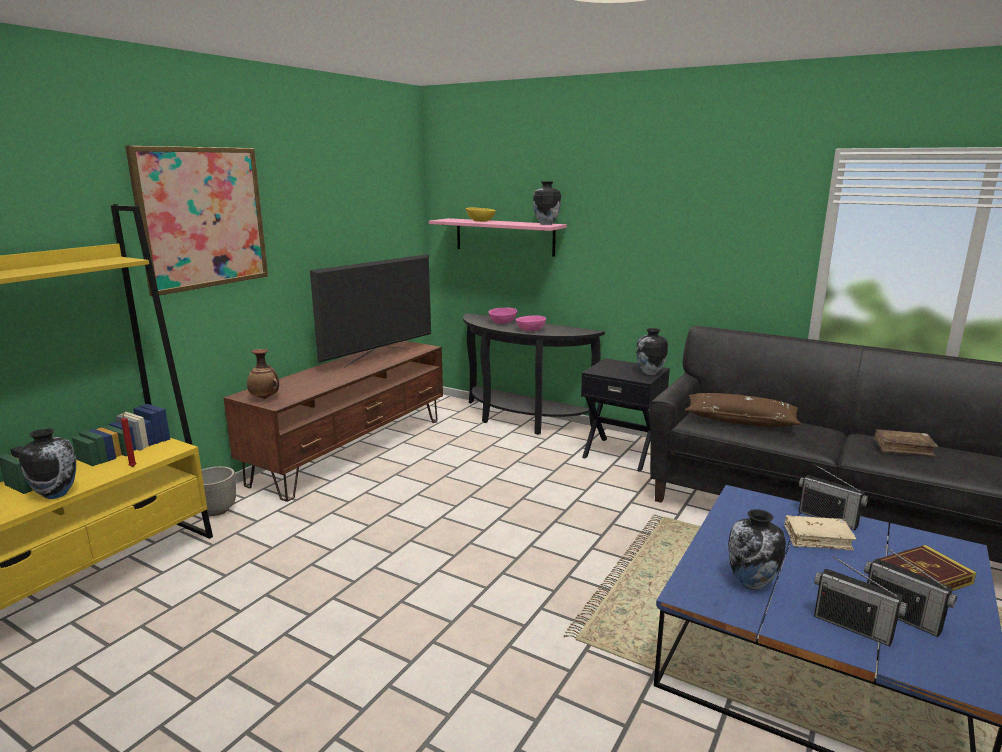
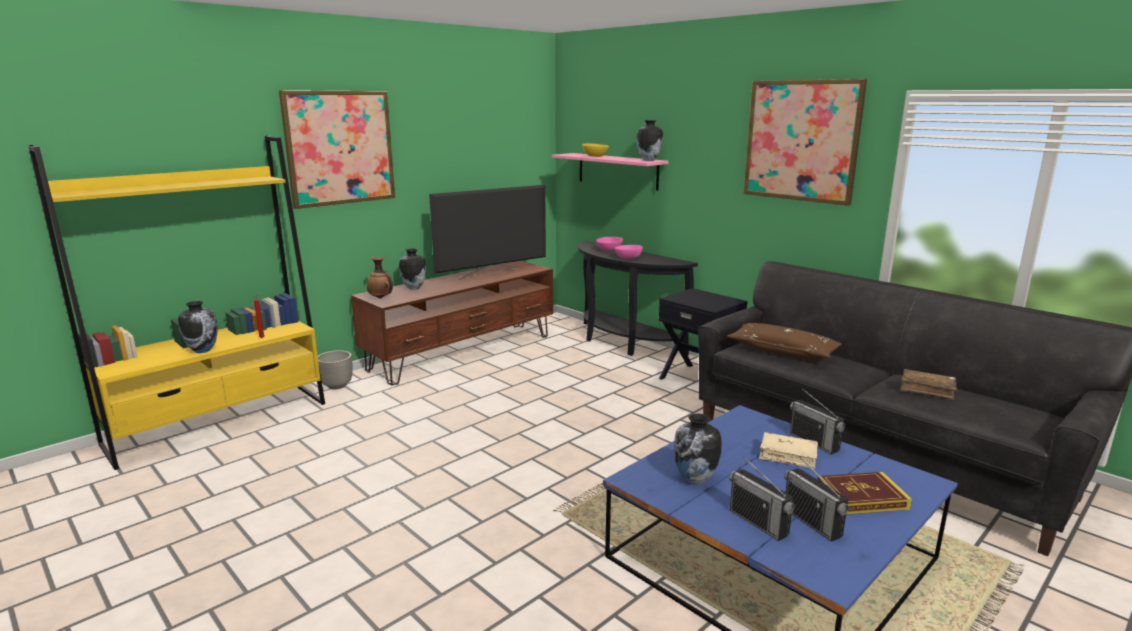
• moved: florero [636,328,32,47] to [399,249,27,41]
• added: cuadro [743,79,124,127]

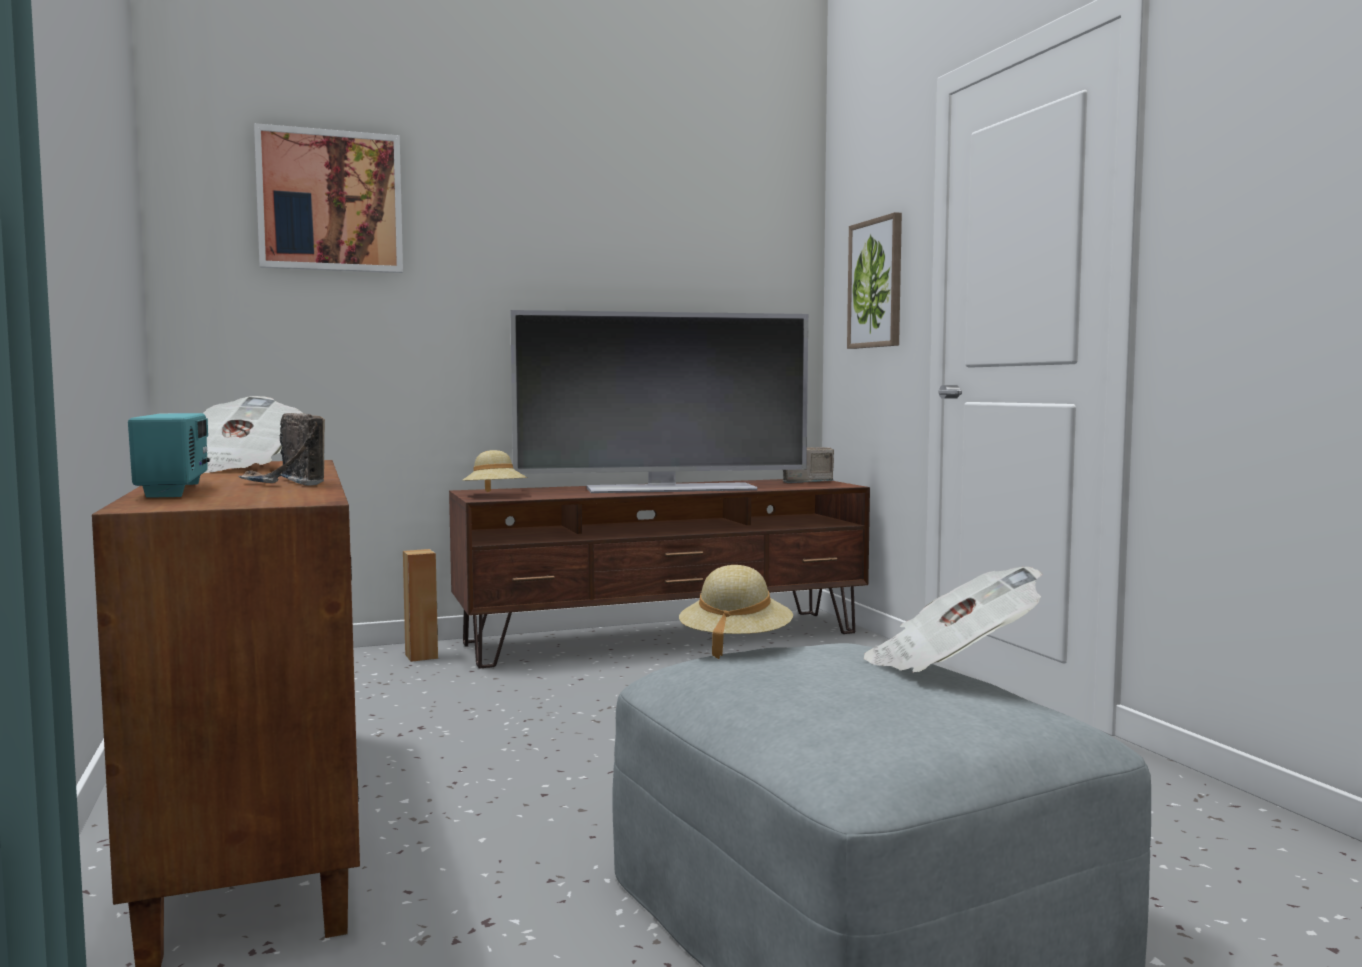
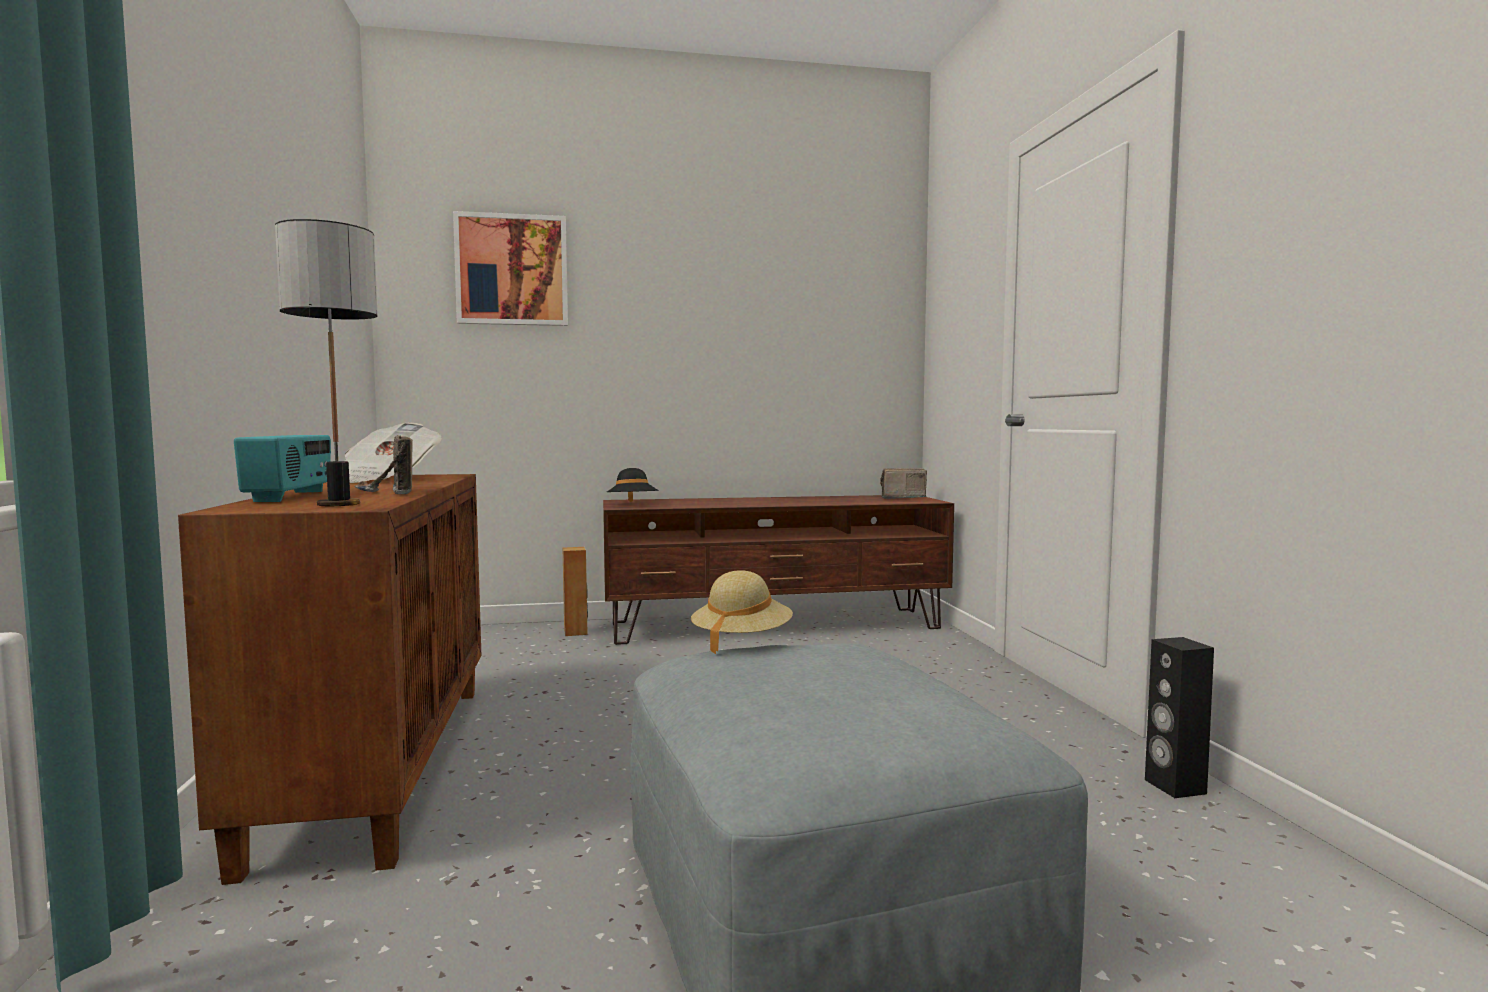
• recoloured: sombrero/beis [462,450,65,42] to sombrero/negro [607,468,52,34]
• removed: televisor [510,310,298,183]
• removed: cuadro [847,212,55,137]
• removed: periódico [864,567,179,106]
• added: lámpara de mesa [275,219,103,287]
• added: altavoz/negro [1145,637,69,161]

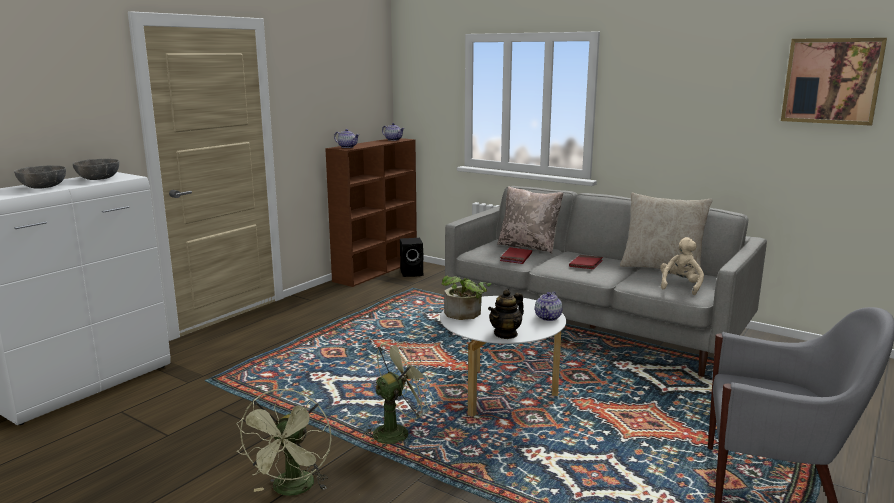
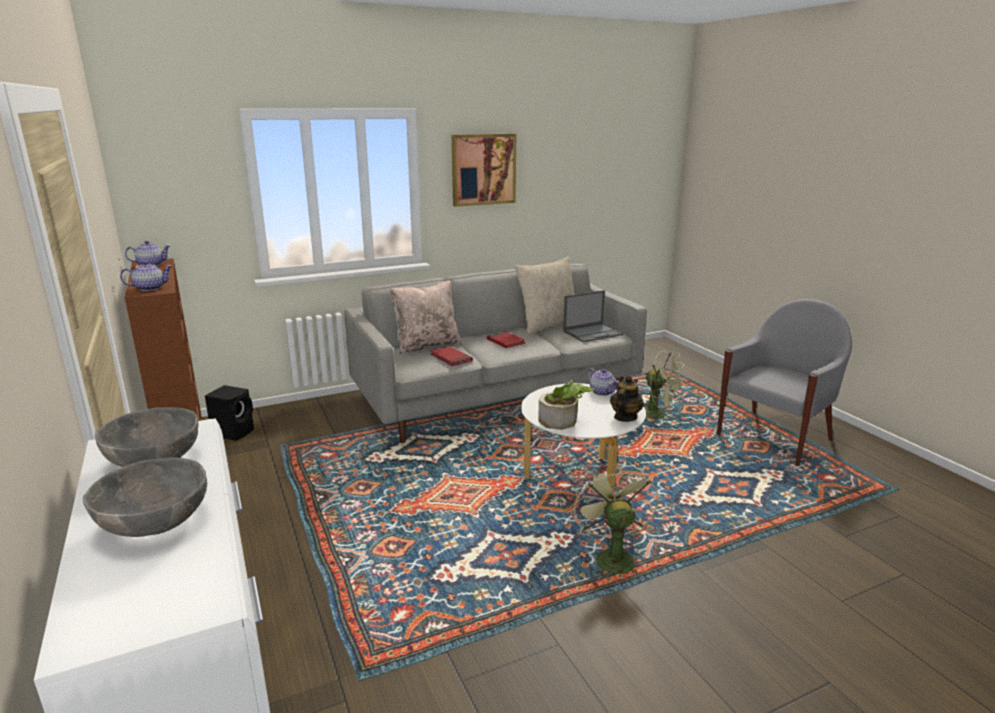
• moved: ventilador/verde [236,388,95,108] to [644,350,40,69]
• turned: tetera [488,289,36,50] = [610,375,34,47] 135 degrees counterclockwise
• replaced: peluche/beis [660,237,44,58] to portátil [563,290,60,52]
• moved: cuadro [781,38,106,88] to [452,133,64,74]

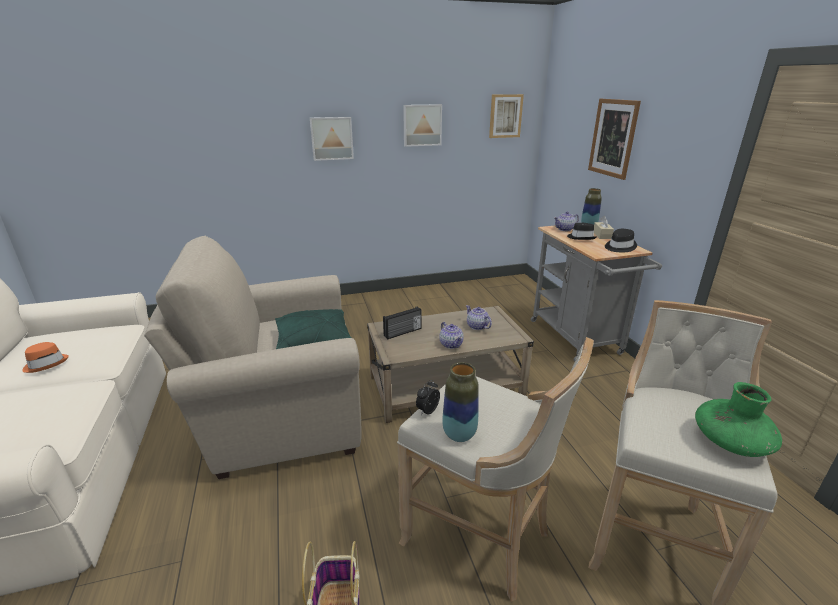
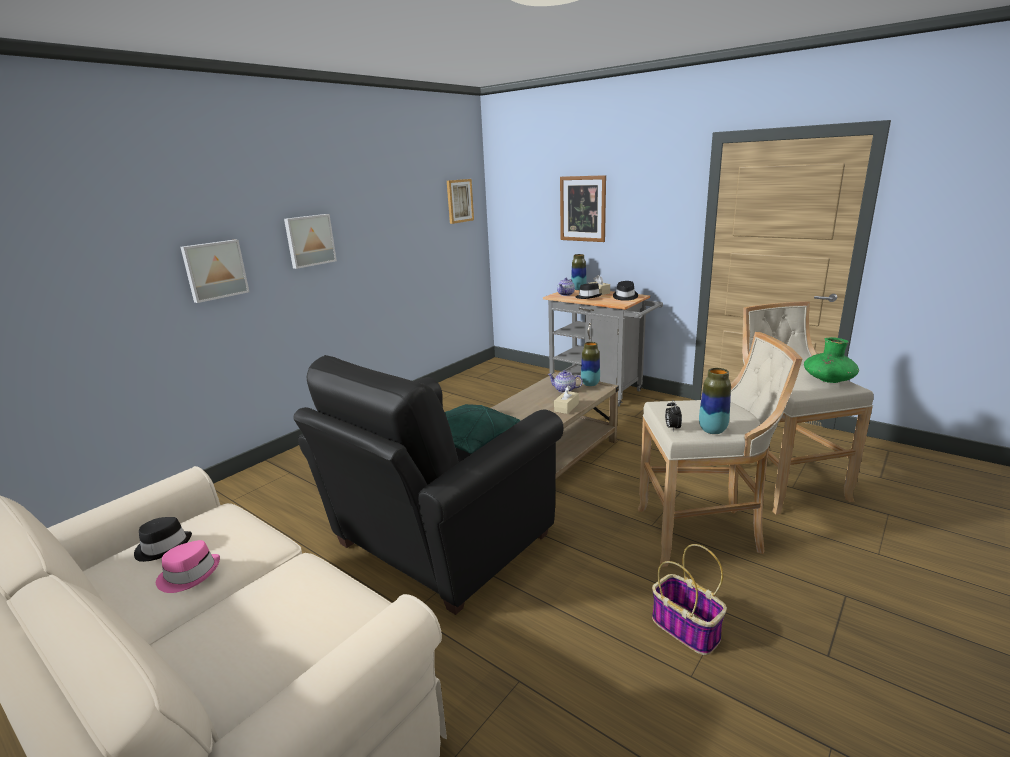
• recoloured: sombrero/naranja [23,342,46,31] to sombrero/rosa [156,540,64,53]
• recoloured: sillón/beis [144,235,217,244] to sillón/negro [293,355,270,260]
• removed: radio [383,307,39,32]
• moved: cuadro [403,104,39,43] to [180,240,69,63]
• replaced: tetera [439,322,25,27] to caja de pañuelos/beis [554,386,25,28]
• added: sombrero/negro [134,517,58,45]
• added: florero [581,342,19,45]

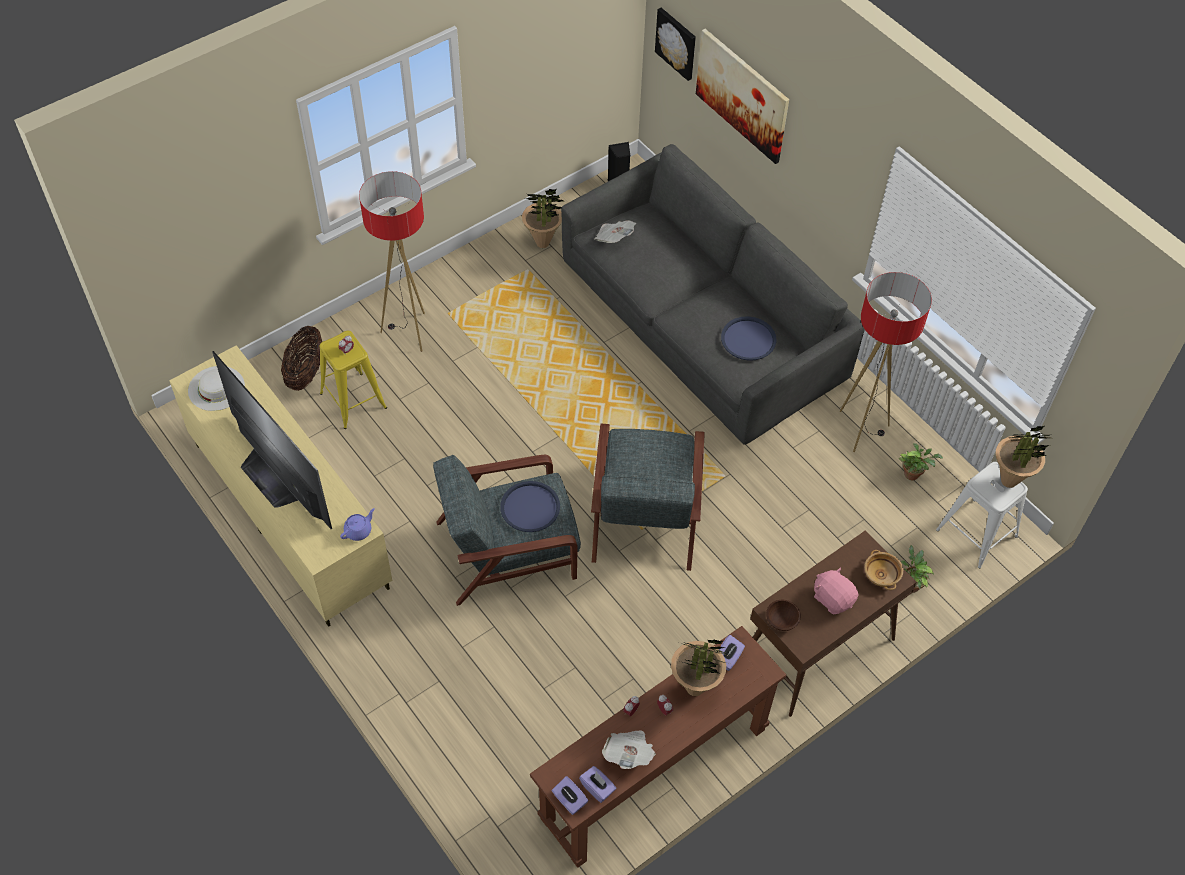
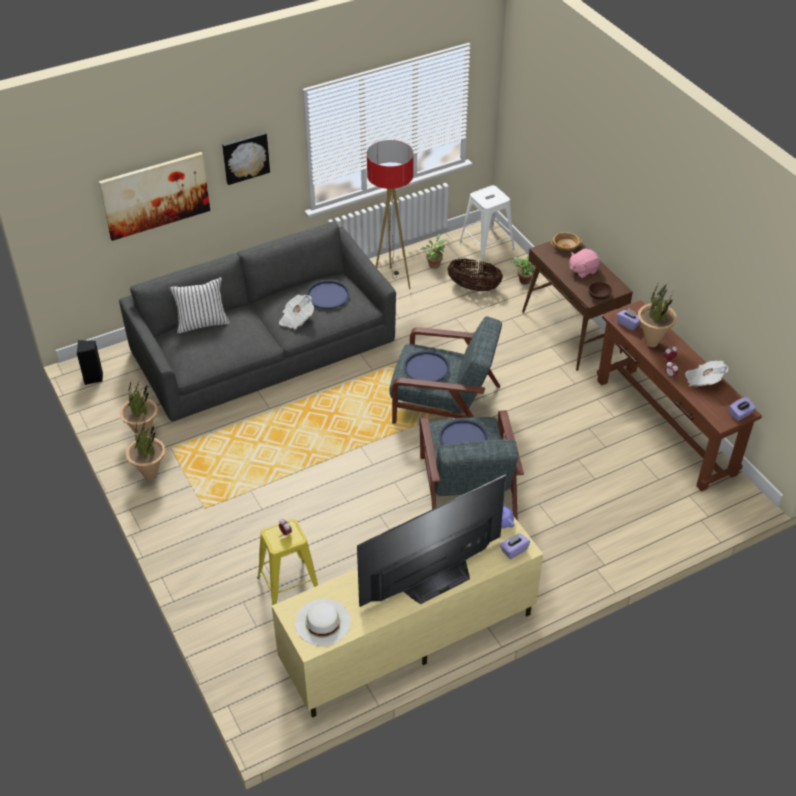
• moved: cesta [281,326,42,65] to [447,259,56,32]
• removed: lámpara de pie [359,171,66,181]
• moved: caja de pañuelos/morado [579,766,37,37] to [500,533,30,26]
• moved: periódico [594,220,42,23] to [279,295,35,34]
• moved: cuadro [655,8,41,73] to [222,132,48,53]
• moved: planta en maceta [996,426,55,62] to [126,421,39,59]
• added: cojín/blanco [169,277,61,57]
• added: bandeja/azul [404,351,46,31]

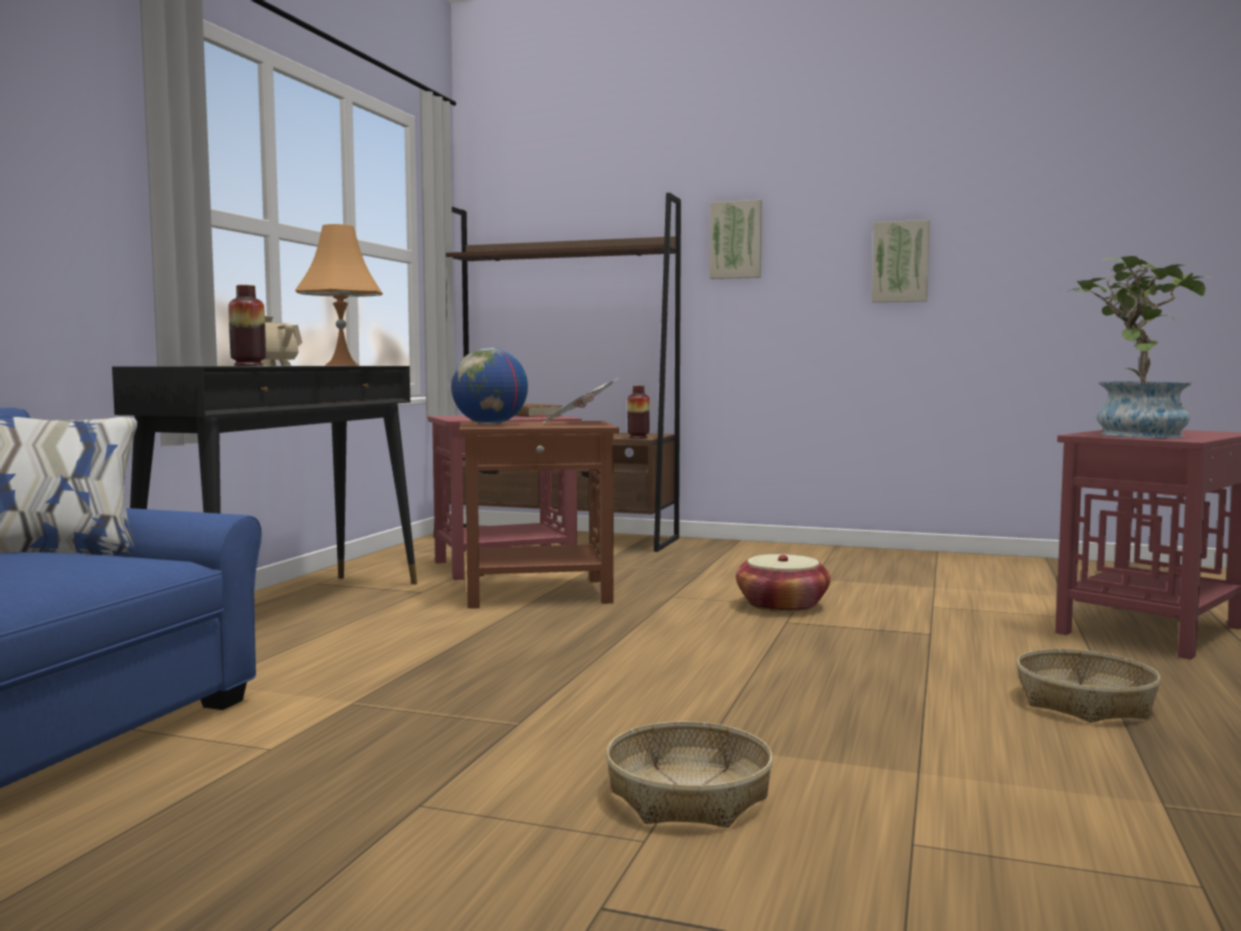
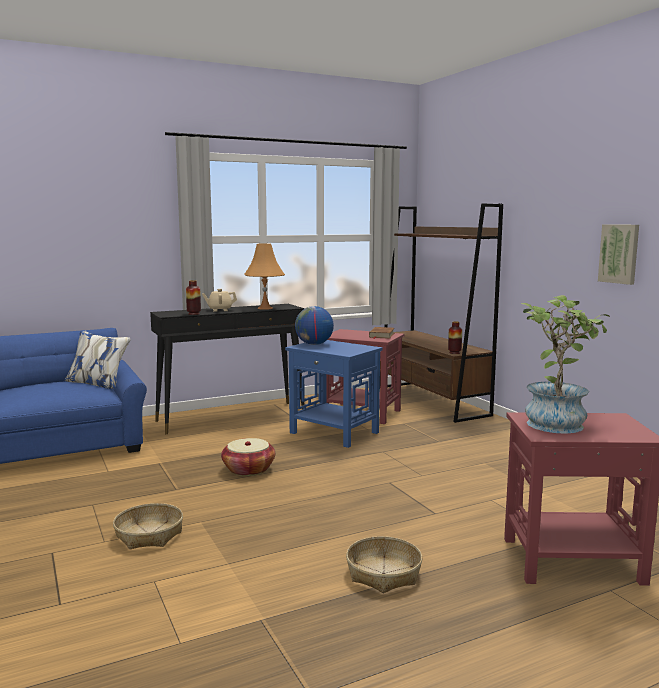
• recoloured: mesa auxiliar/marrón [459,421,160,188] to mesa auxiliar/azul [285,340,98,108]
• removed: periódico [544,378,75,45]
• removed: cuadro [710,200,52,79]
• moved: cesta [736,554,94,59] to [221,438,54,38]

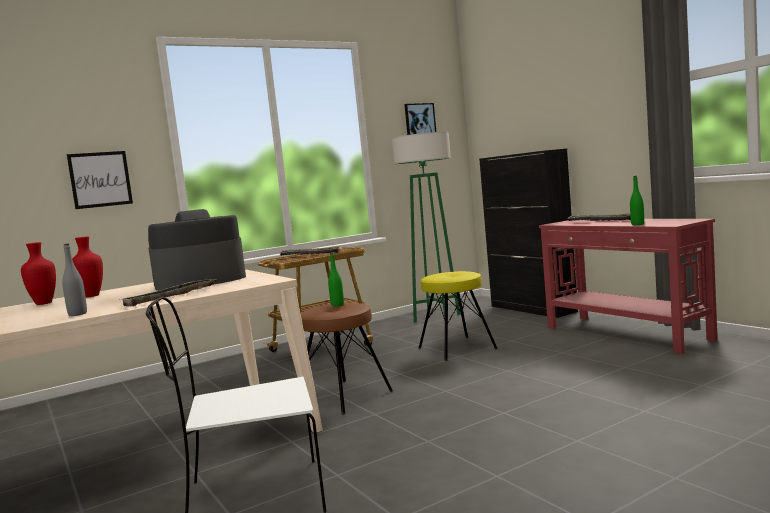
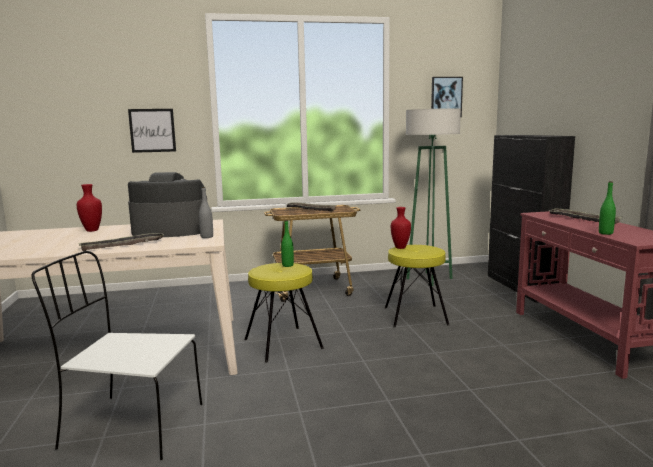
• moved: florero/rojo [21,242,35,63] to [391,207,20,42]
• moved: botella/gris [62,244,25,72] to [199,187,14,51]
• recoloured: taburete/marrón [300,303,93,112] to taburete/amarillo [244,263,80,100]

